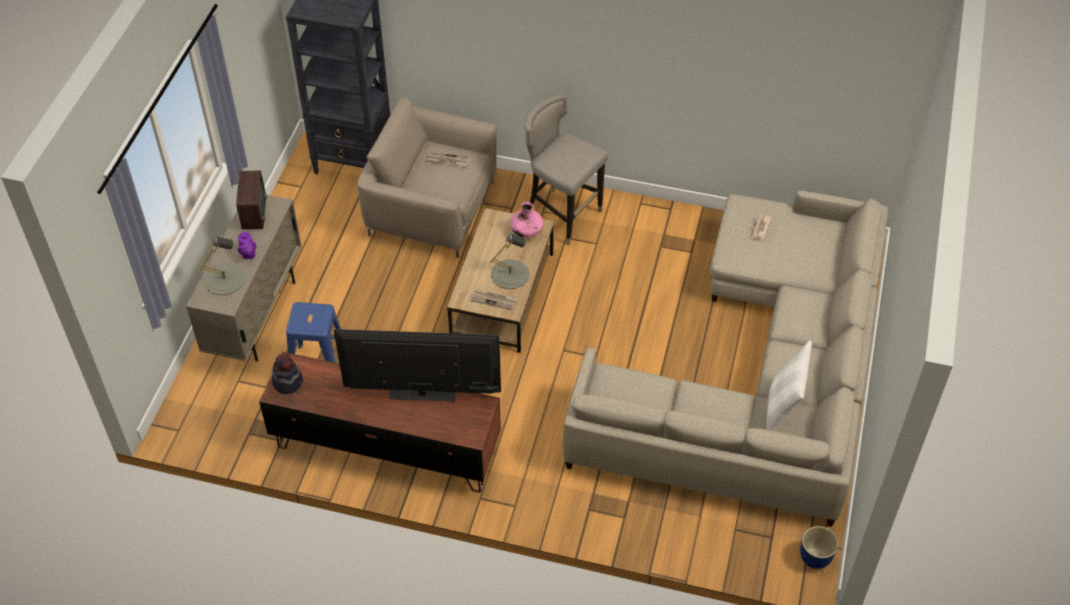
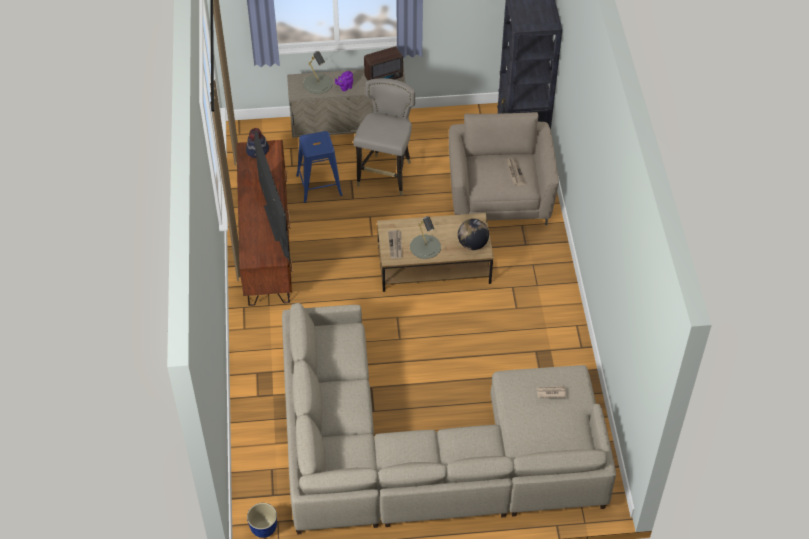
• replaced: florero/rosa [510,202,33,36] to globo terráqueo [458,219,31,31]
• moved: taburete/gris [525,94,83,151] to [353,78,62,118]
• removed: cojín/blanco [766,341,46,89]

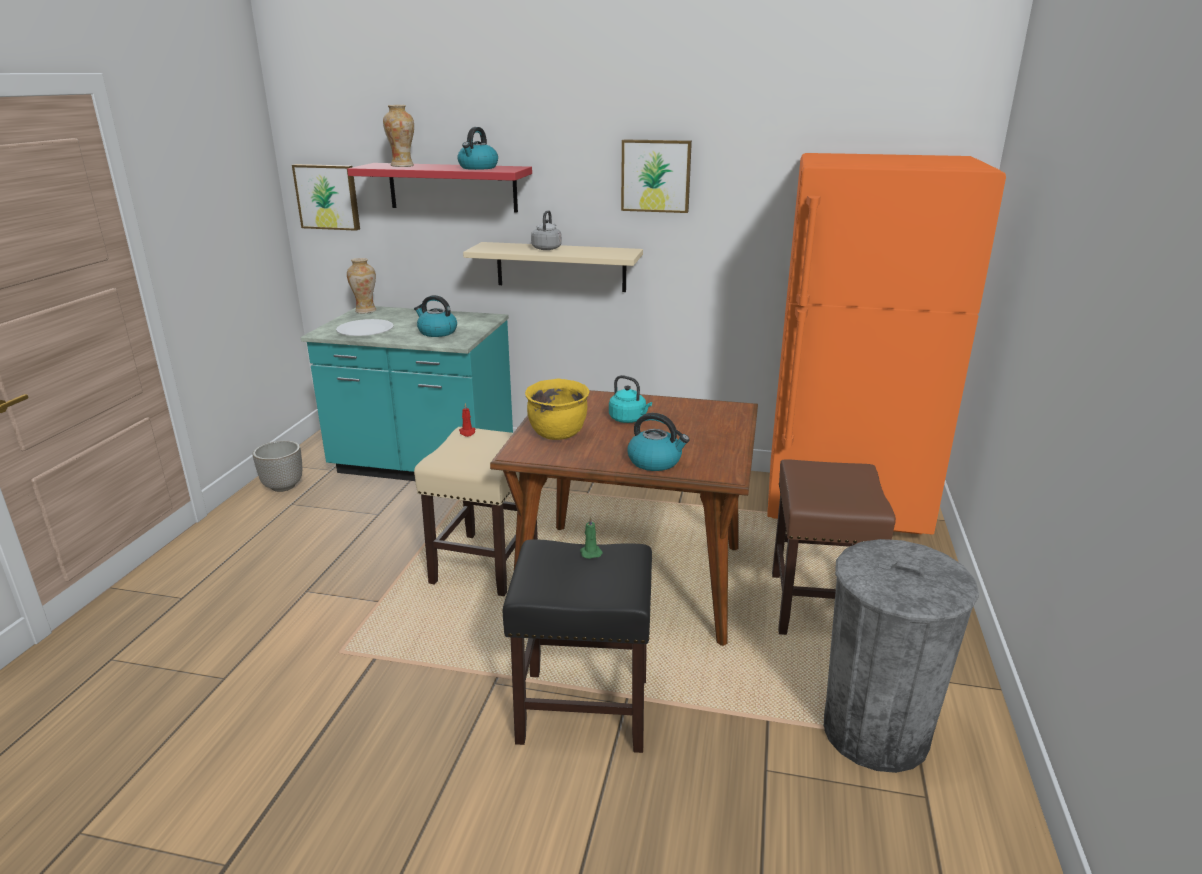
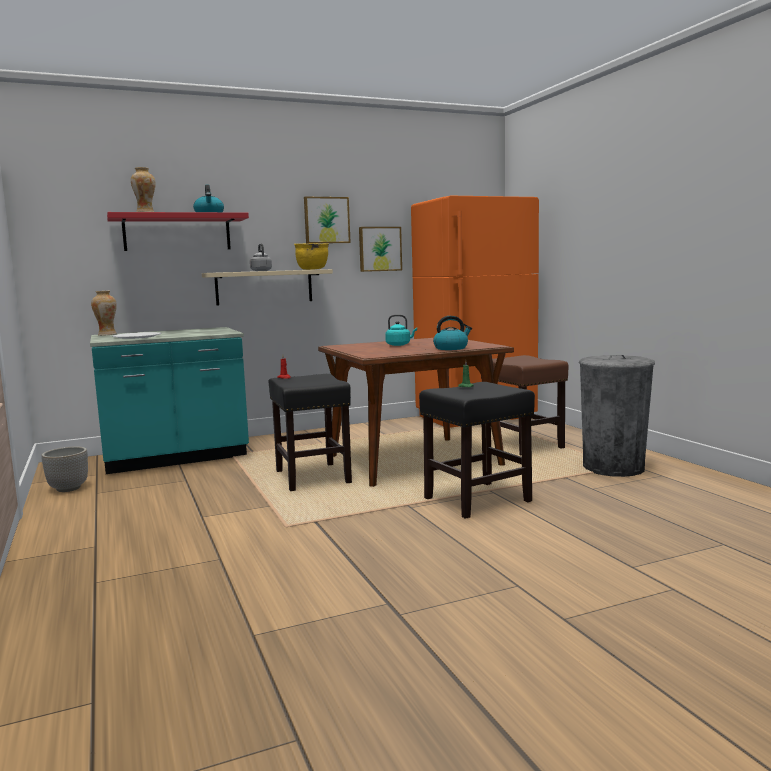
• moved: cuadro [292,164,68,67] to [359,227,43,45]
• removed: hervidor [414,295,43,42]
• recoloured: taburete/beis [414,427,124,169] to taburete/negro [269,374,83,117]
• moved: olla/amarillo [525,379,65,61] to [294,243,35,27]

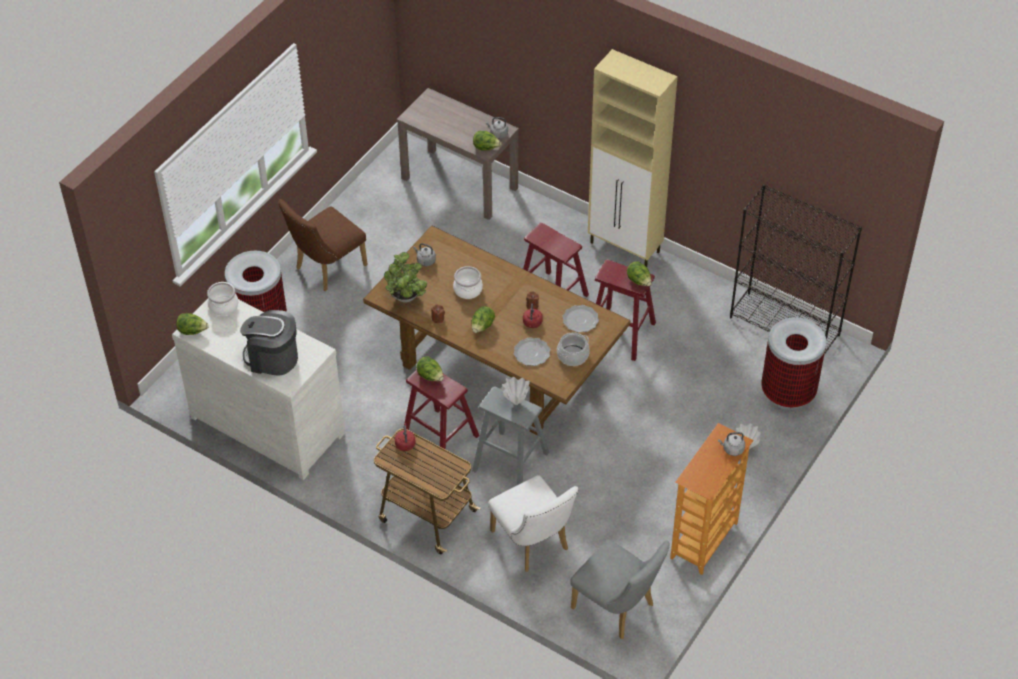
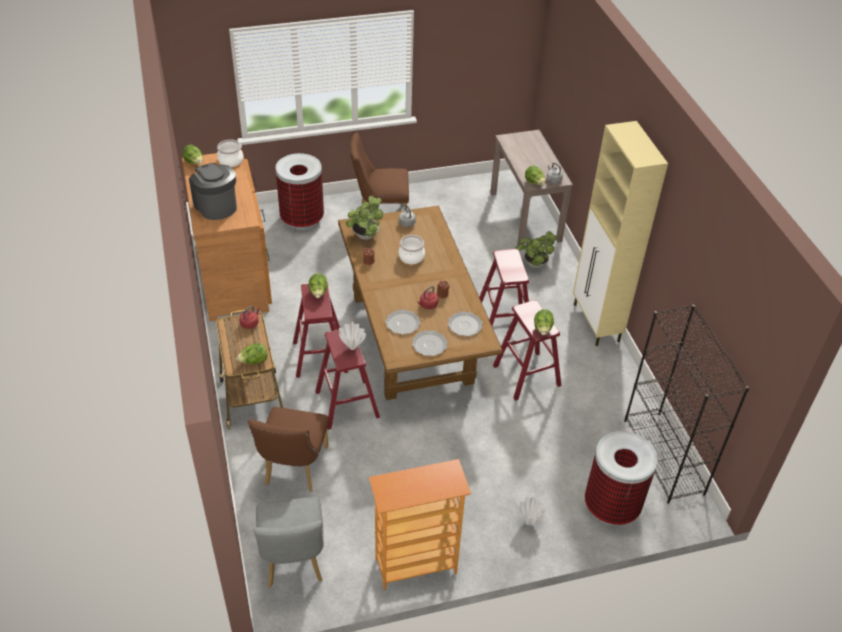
• recoloured: cómoda/blanco [172,299,173,181] to cómoda/marrón [181,150,91,172]
• moved: lechuga [471,306,24,27] to [236,343,31,21]
• recoloured: taburete/gris [472,386,77,99] to taburete/rojo [315,330,65,100]
• recoloured: silla/blanco [488,475,90,97] to silla/marrón [248,407,80,85]
• replaced: olla [557,333,33,33] to plato [412,330,35,26]
• removed: hervidor/gris [718,432,27,24]
• added: planta en maceta [515,231,42,37]

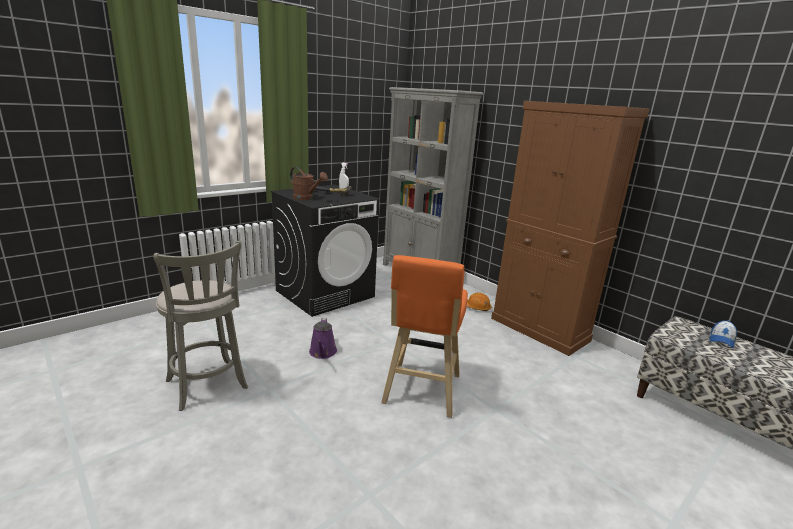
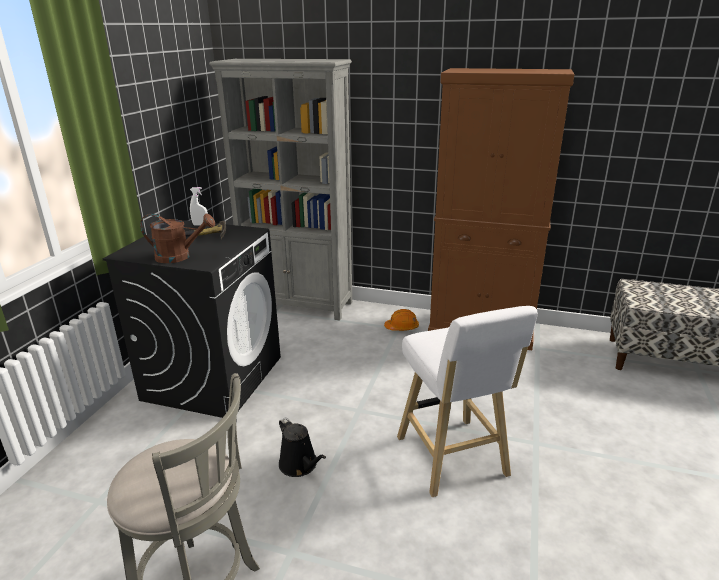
• recoloured: regadera/morado [309,318,28,41] to regadera/negro [279,417,47,60]
• recoloured: taburete/naranja [381,255,87,163] to taburete/blanco [397,306,141,191]
• removed: gorra [709,320,28,28]

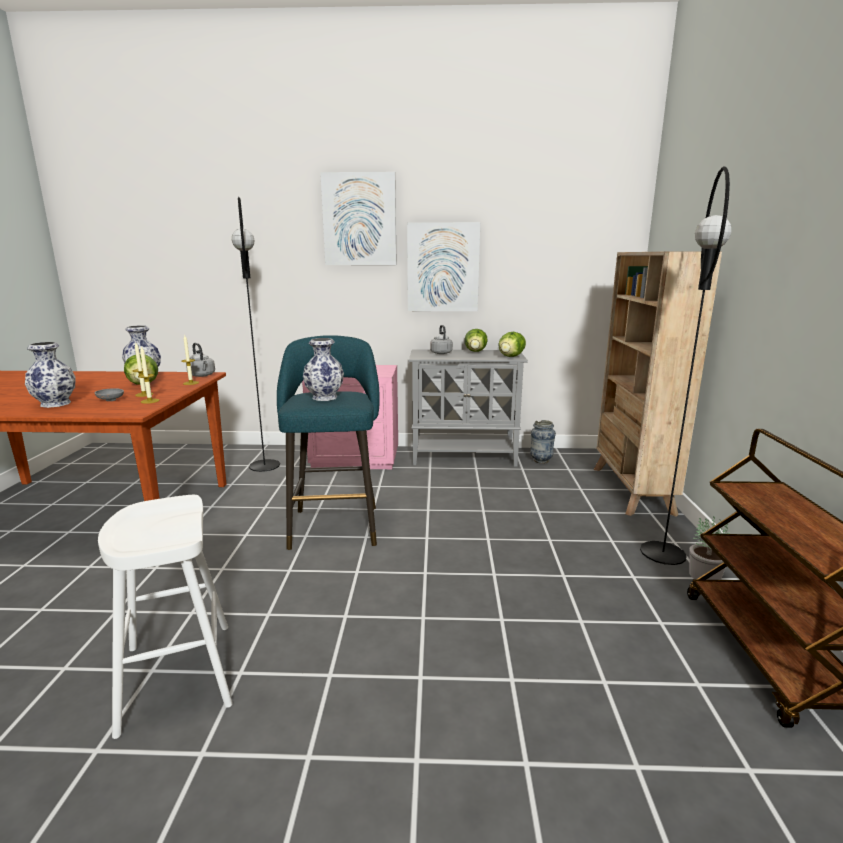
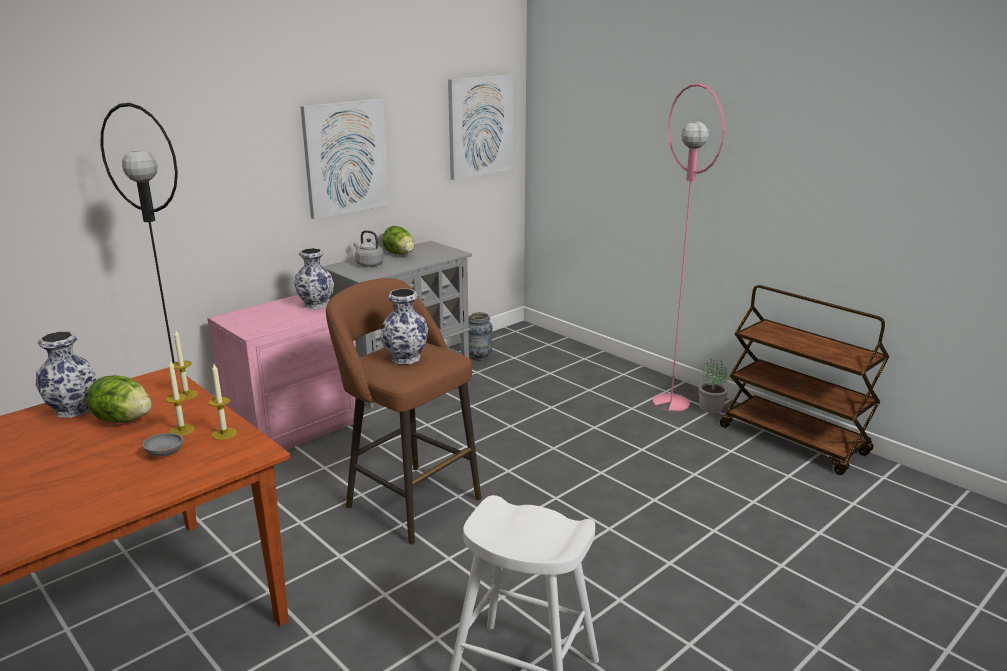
• moved: florero [25,342,51,66] to [294,248,40,61]
• removed: hervidor/gris [186,343,29,34]
• recoloured: taburete/turquesa [277,335,103,215] to taburete/marrón [326,278,155,266]
• moved: cuadro [320,172,77,93] to [448,75,65,105]
• removed: lechuga [498,332,28,25]
• removed: estantería/beis [594,252,128,265]
• recoloured: lámpara de pie/negro [640,166,91,399] to lámpara de pie/rosa [653,83,72,328]

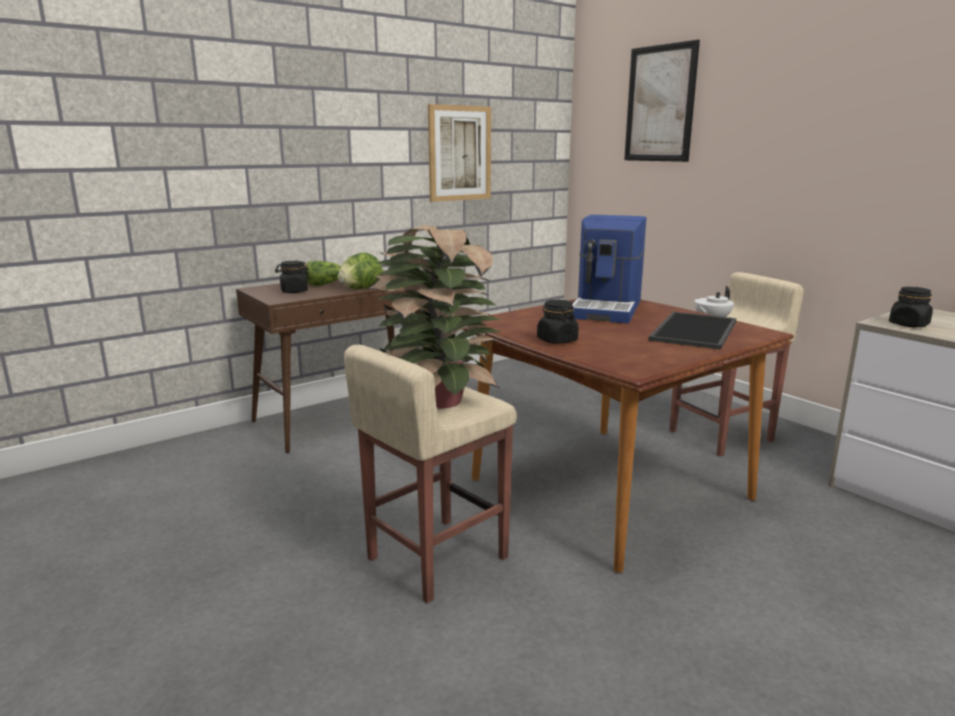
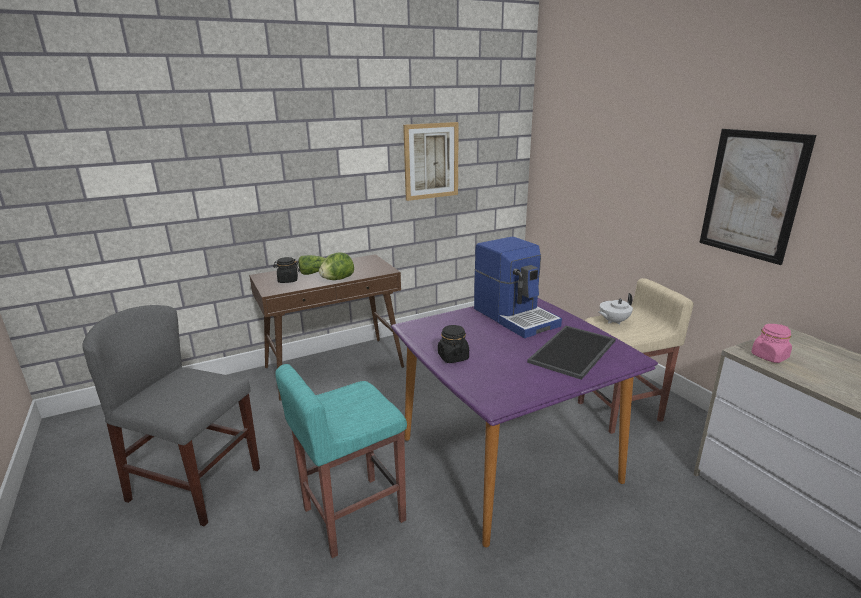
• recoloured: taburete/beis [344,345,173,258] to taburete/turquesa [275,364,132,194]
• removed: planta en maceta [367,225,133,184]
• recoloured: mesa de comedor/marrón [462,299,332,274] to mesa de comedor/morado [391,298,267,249]
• turned: cafetera [572,215,74,109] = [474,237,88,101] 60 degrees counterclockwise
• moved: cuadro [624,40,76,122] to [699,129,117,136]
• recoloured: tarro/negro [889,287,44,40] to tarro/rosa [751,324,41,39]
• added: silla/gris [82,305,178,221]

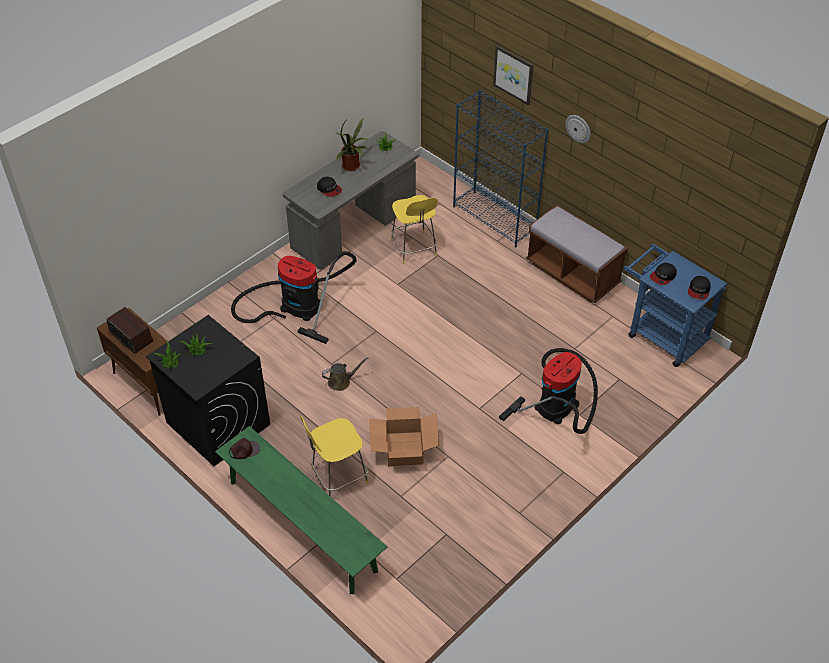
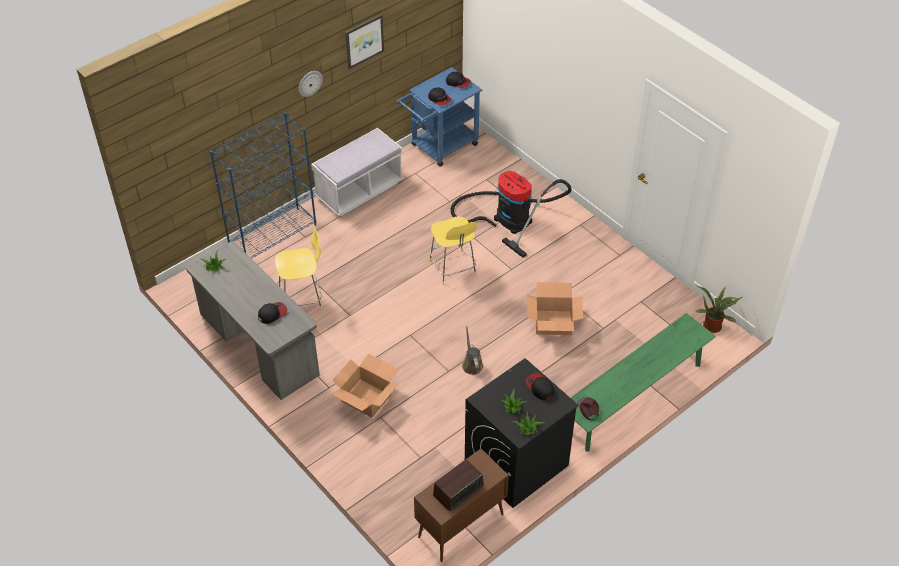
• replaced: aspiradora [231,251,126,93] to caja de cartón [331,353,68,65]
• moved: taburete/amarillo [300,416,68,81] to [429,216,48,69]
• moved: planta en maceta [336,117,33,54] to [696,286,47,47]
• moved: cuadro [493,45,41,61] to [345,14,39,55]
• recoloured: banco/marrón [526,205,102,98] to banco/blanco [311,128,92,88]
• added: gorra [526,373,28,27]

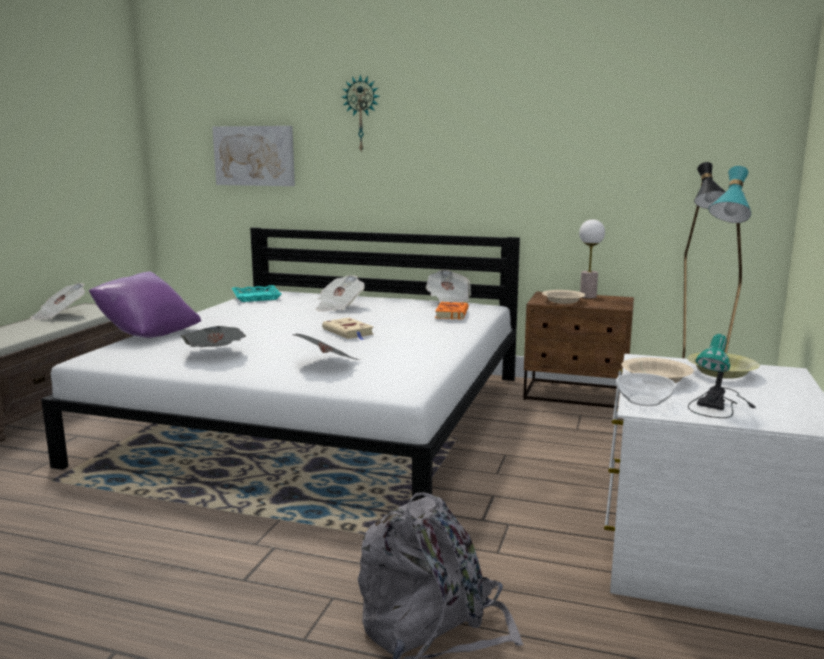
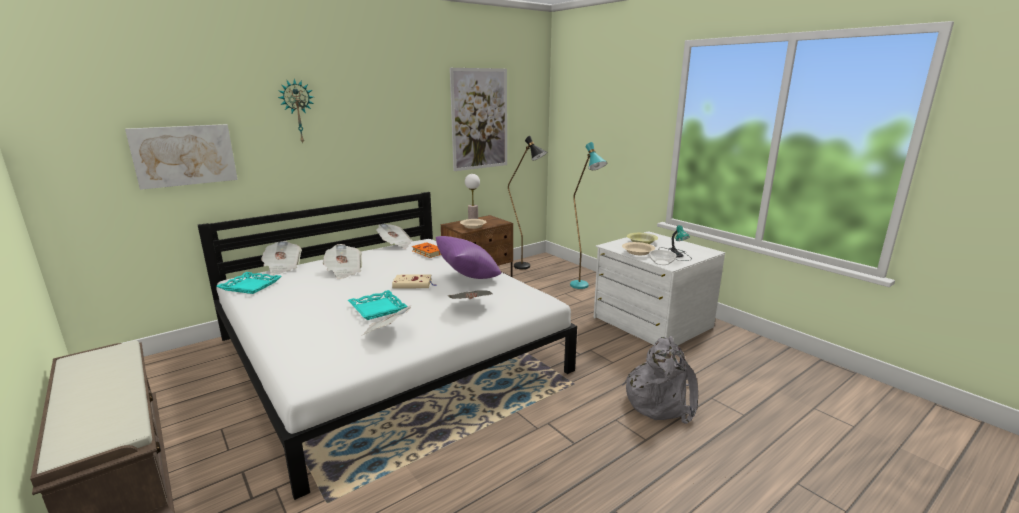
• moved: periódico [30,283,55,37] to [261,241,41,34]
• moved: cojín/morado [89,272,112,66] to [436,236,65,43]
• added: bandeja/turquesa [348,290,60,30]
• added: cuadro [450,68,57,103]

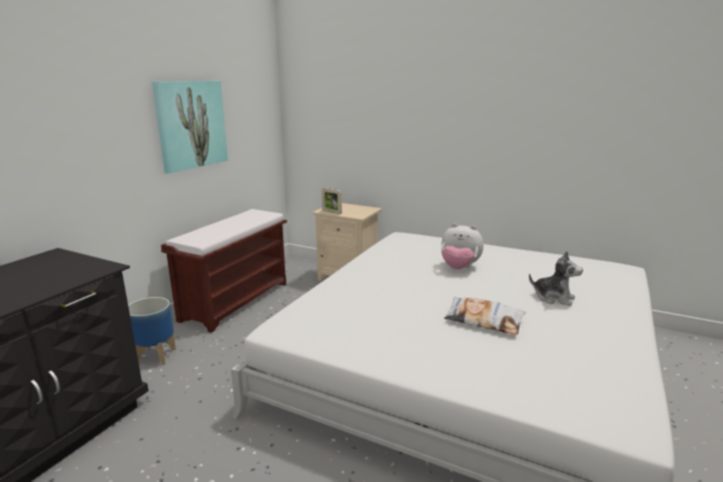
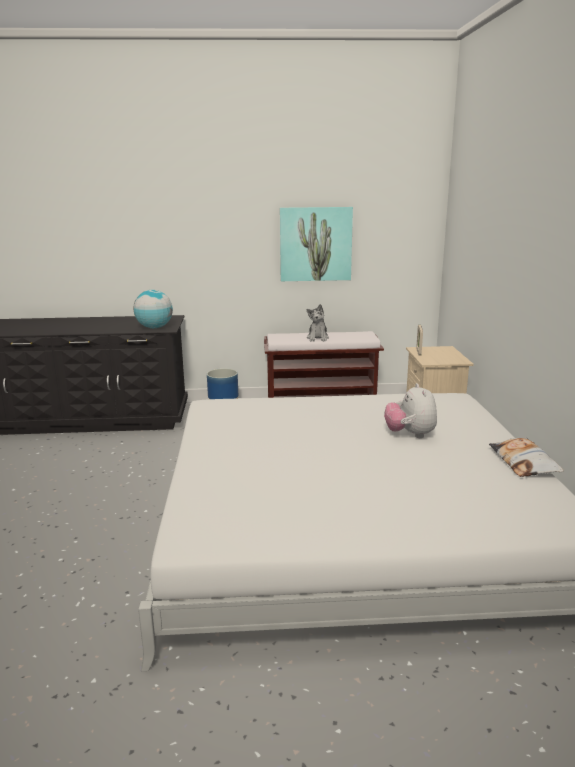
• moved: cojín [444,297,82,38] to [489,438,75,39]
• moved: peluche [529,251,54,55] to [307,304,22,37]
• added: globo terráqueo [134,290,39,38]

